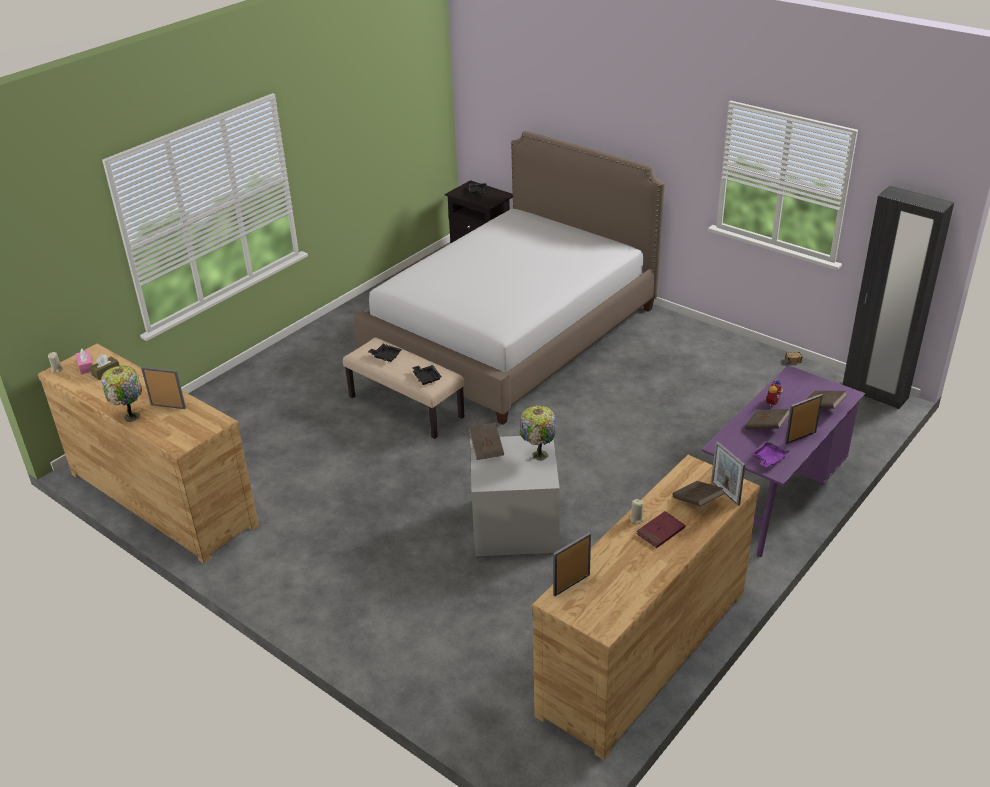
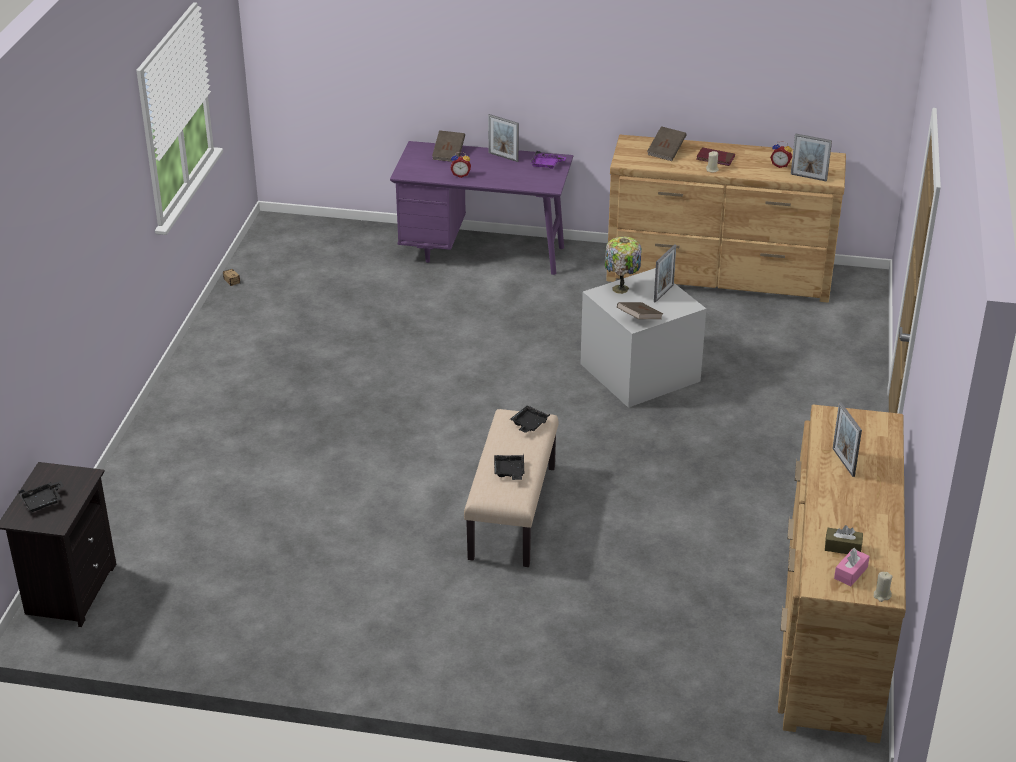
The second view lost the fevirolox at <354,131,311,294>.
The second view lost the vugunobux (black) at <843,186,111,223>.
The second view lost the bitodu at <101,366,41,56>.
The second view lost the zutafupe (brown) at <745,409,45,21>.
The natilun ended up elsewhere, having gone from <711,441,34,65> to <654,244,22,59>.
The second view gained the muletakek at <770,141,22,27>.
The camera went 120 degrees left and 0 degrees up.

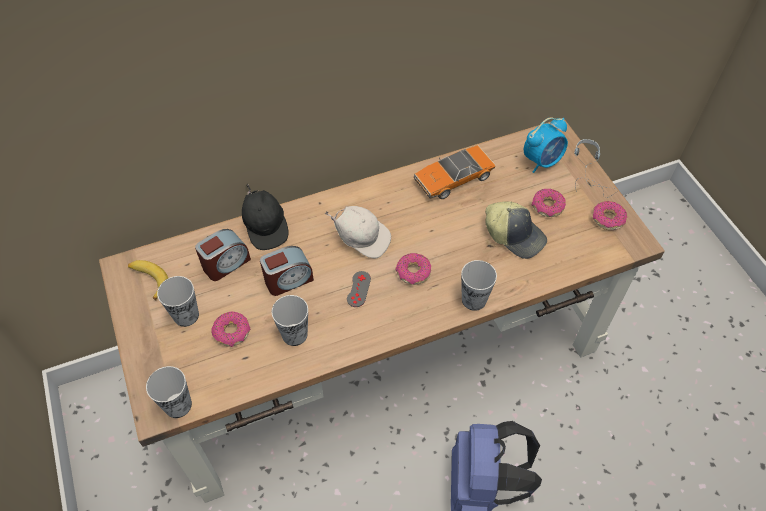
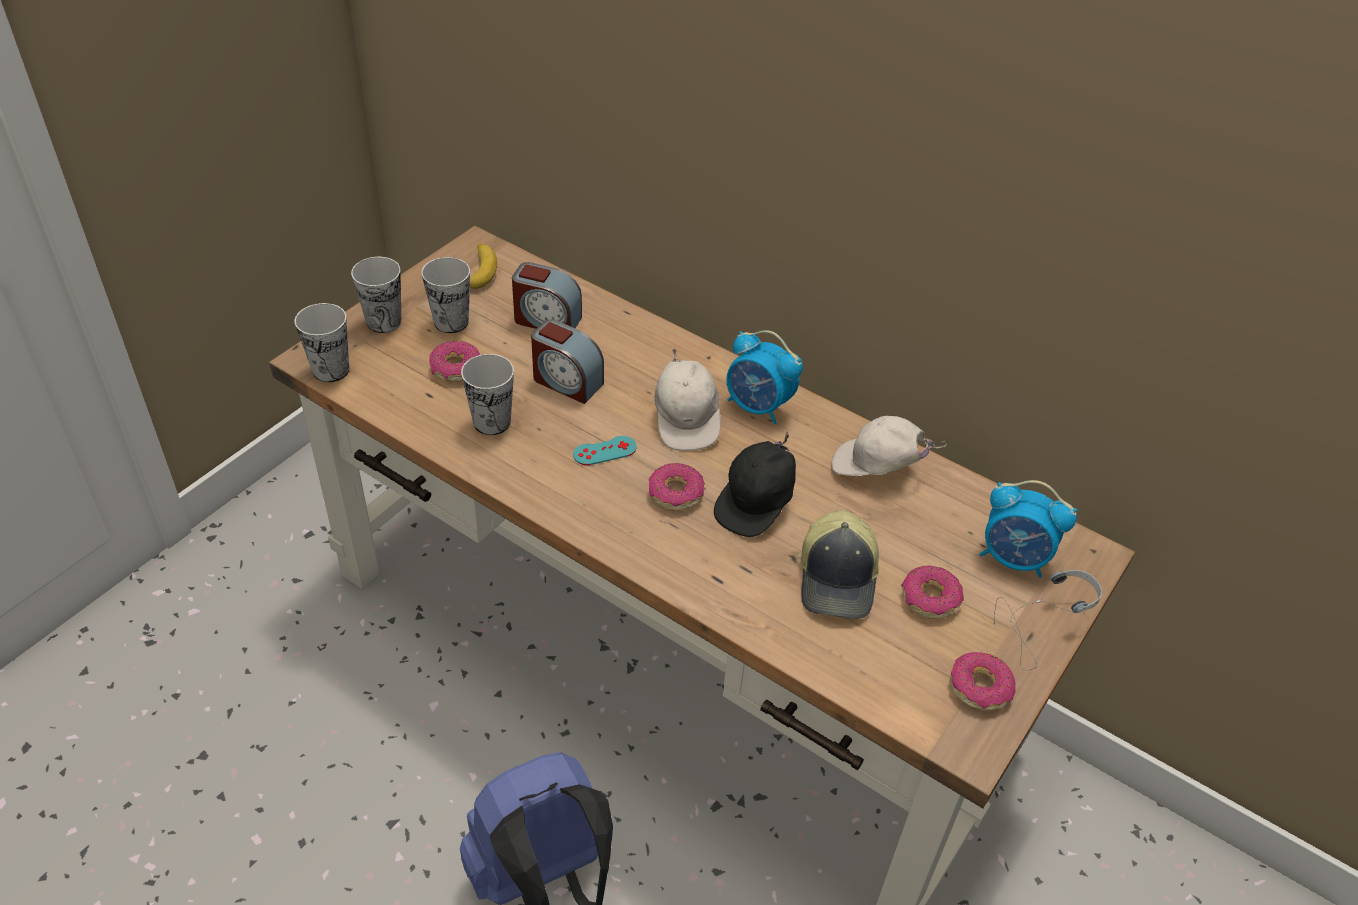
Where the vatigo stood at <414,145,82,54>, the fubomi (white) came to stand at <831,416,116,60>.
The fubomi (black) ended up elsewhere, having gone from <242,184,46,66> to <714,432,82,105>.
The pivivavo ended up elsewhere, having gone from <461,260,36,51> to <351,257,50,76>.
What was the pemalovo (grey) at <347,271,24,36> turned into the pemalovo (turquoise) at <573,436,64,29>.
The second view gained the muletakek at <726,330,77,94>.
The camera went 55 degrees right and 10 degrees down.

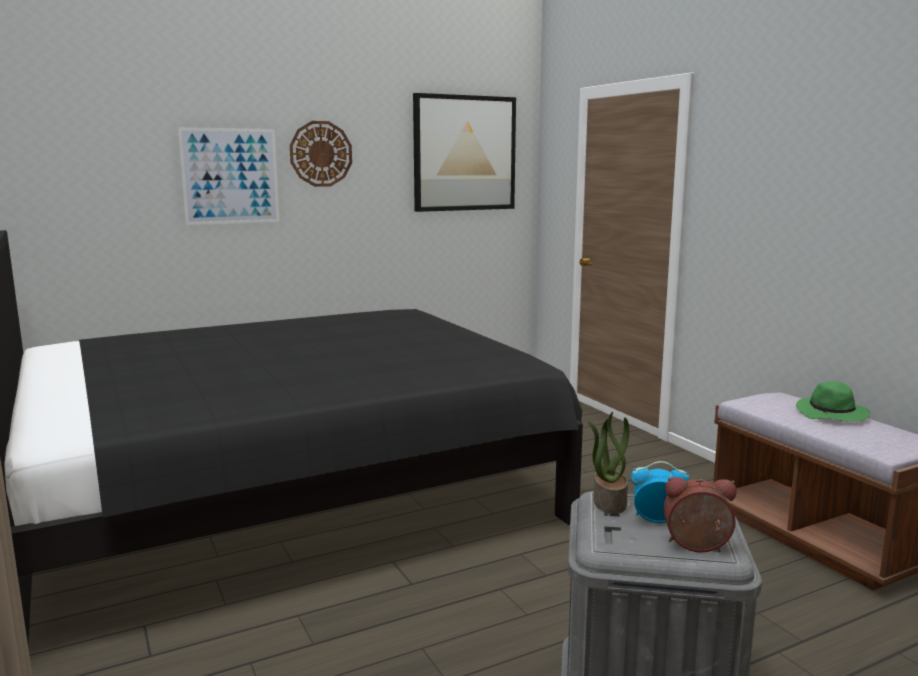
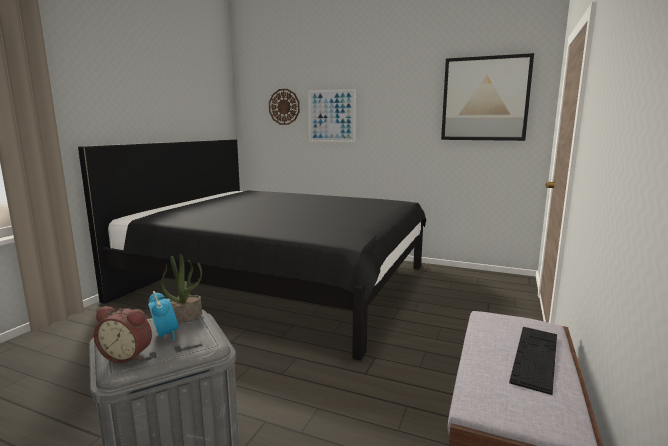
The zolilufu ended up elsewhere, having gone from <290,121,62,66> to <269,89,31,36>.
Where the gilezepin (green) stood at <796,381,74,41>, the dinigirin came to stand at <509,327,48,68>.
The muletakek at <663,477,73,76> ended up facing another way, 135 degrees clockwise from before.
The camera went 50 degrees right and 0 degrees up.

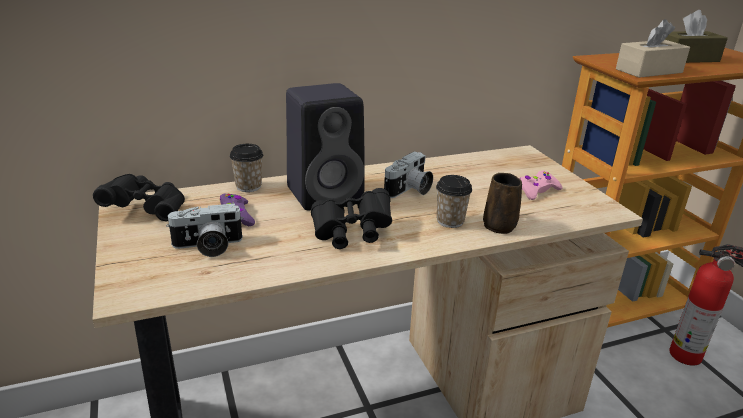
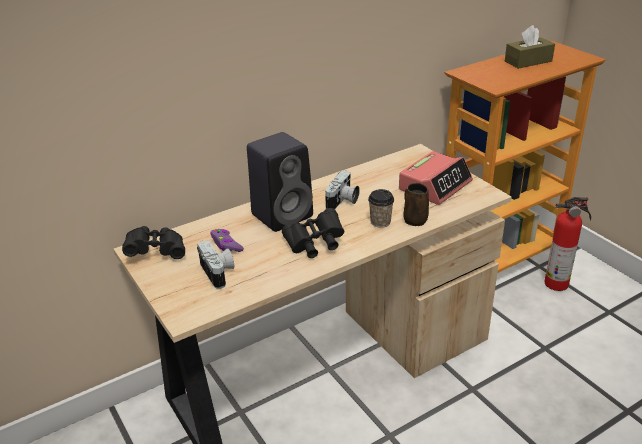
The second view lost the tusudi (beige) at <616,19,74,59>.
The second view lost the pivivavo at <230,144,33,48>.
Where the pemalovo (pink) stood at <519,171,44,29>, the muletakek came to stand at <399,151,74,54>.
The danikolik at <166,203,78,54> ended up facing another way, 90 degrees counterclockwise from before.
The camera went 10 degrees left and 5 degrees up.

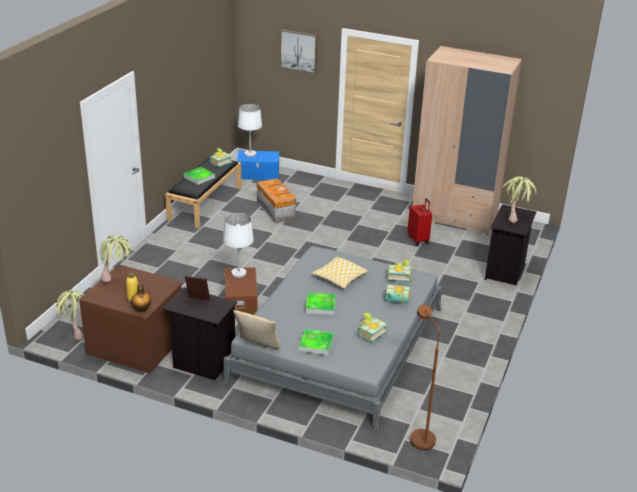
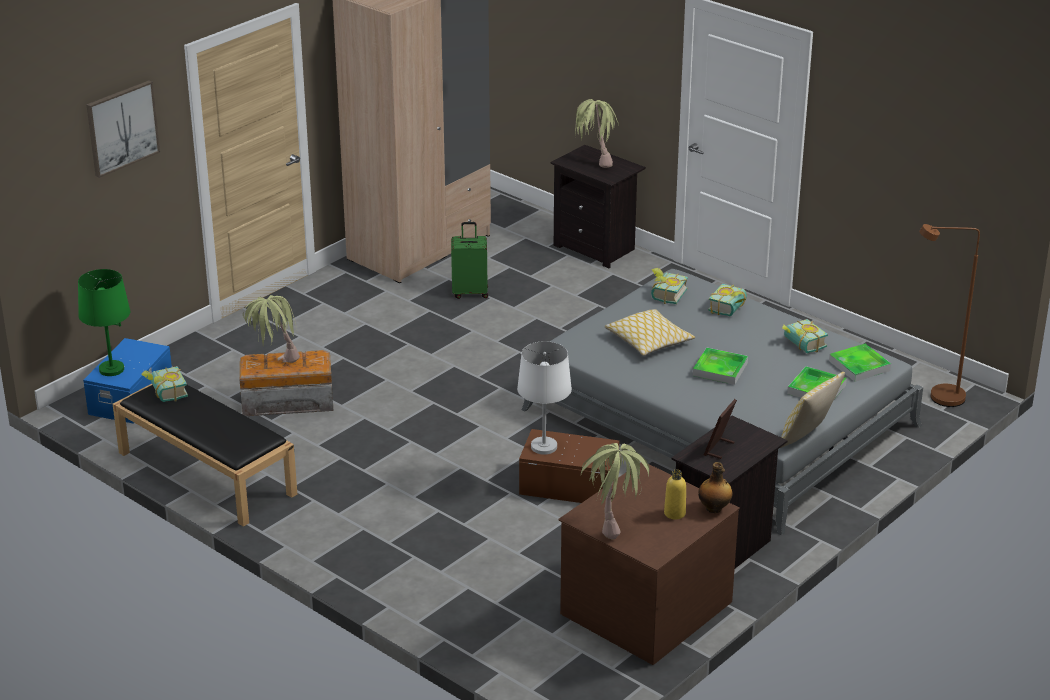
What was the bitodu (white) at <238,104,24,53> turned into the bitodu (green) at <78,269,52,107>.
The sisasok ended up elsewhere, having gone from <183,167,32,18> to <829,344,62,38>.
What was the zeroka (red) at <407,199,25,47> turned into the zeroka (green) at <451,222,37,77>.
The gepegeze ended up elsewhere, having gone from <56,290,28,50> to <243,295,57,68>.
The camera went 70 degrees left and 0 degrees up.

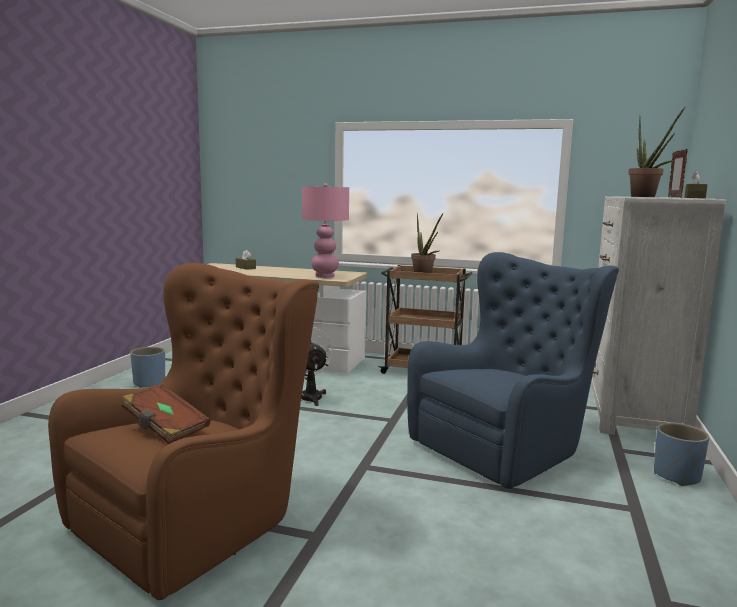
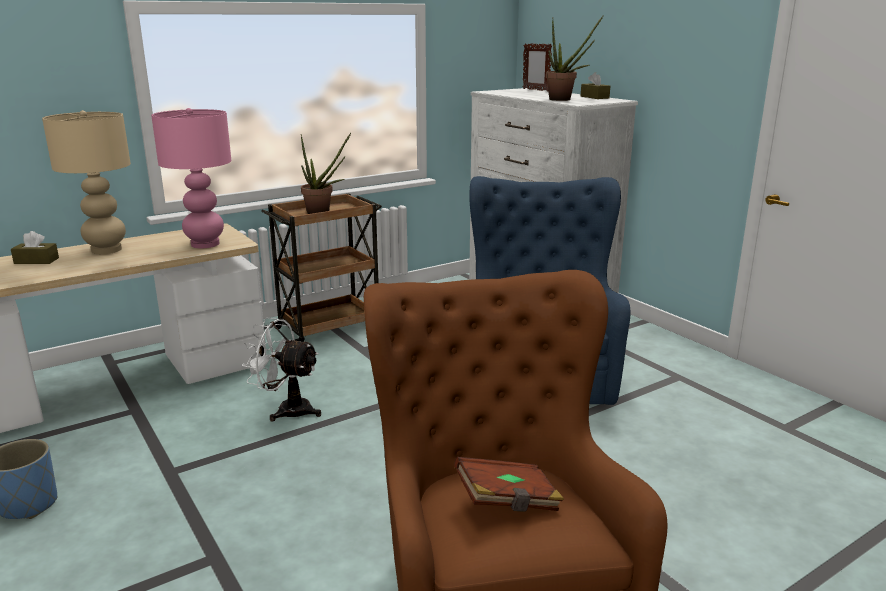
The second view lost the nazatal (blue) at <654,423,55,63>.
The second view gained the bitodu (beige) at <42,110,89,144>.
The camera went 50 degrees left and 10 degrees up.

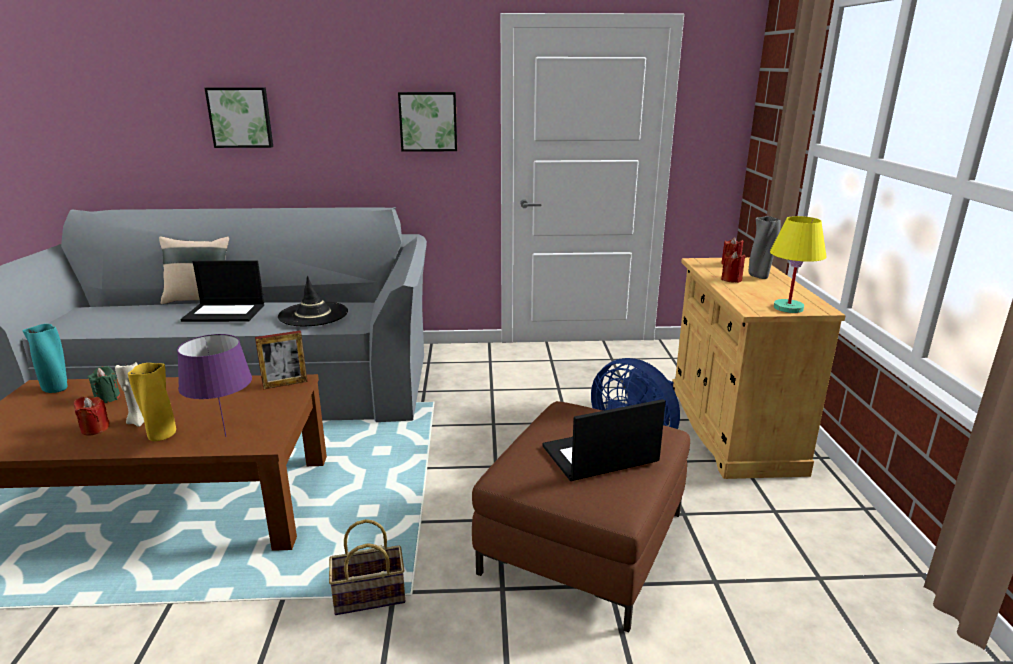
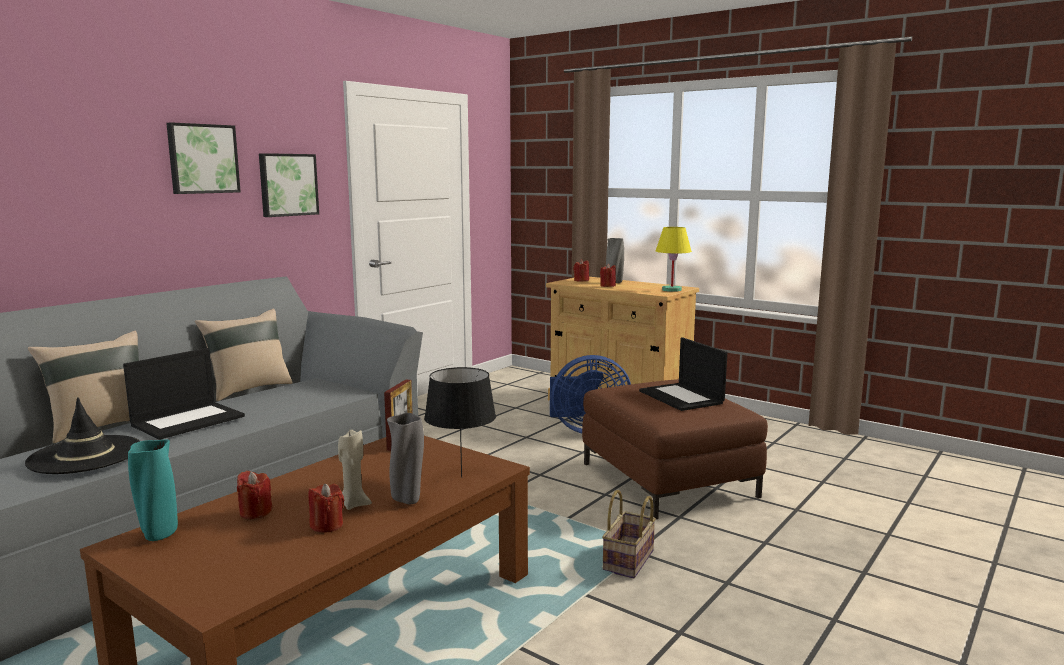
The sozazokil ended up elsewhere, having gone from <205,87,68,61> to <166,122,75,72>.
The gilezepin (black) ended up elsewhere, having gone from <278,276,70,50> to <25,397,115,77>.
What was the bitodu (purple) at <177,334,75,103> turned into the bitodu (black) at <424,367,72,111>.
What was the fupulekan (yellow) at <128,363,48,78> turned into the fupulekan (grey) at <387,413,37,91>.
What was the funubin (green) at <88,366,32,37> turned into the funubin (red) at <237,471,35,48>.
The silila at <542,399,124,82> ended up facing another way, 45 degrees counterclockwise from before.
The second view gained the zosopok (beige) at <195,308,98,93>.
The camera went 50 degrees left and 10 degrees down.

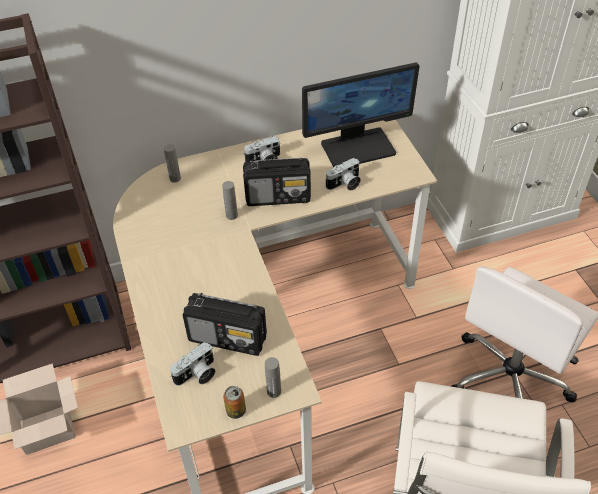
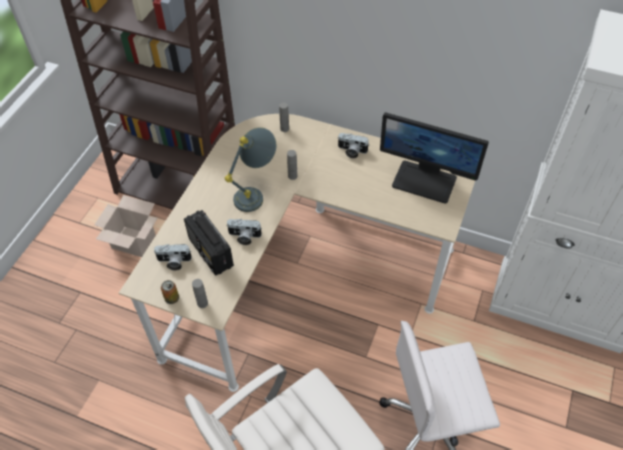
The second view lost the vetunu at <243,157,68,49>.
The danikolik ended up elsewhere, having gone from <326,158,35,32> to <226,219,36,26>.
The second view gained the bitodu (grey) at <224,127,52,85>.
The camera went 40 degrees right and 5 degrees up.

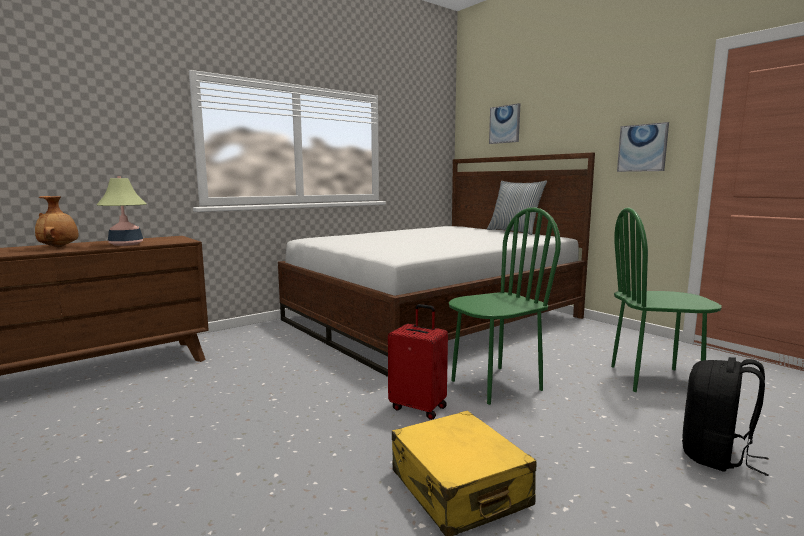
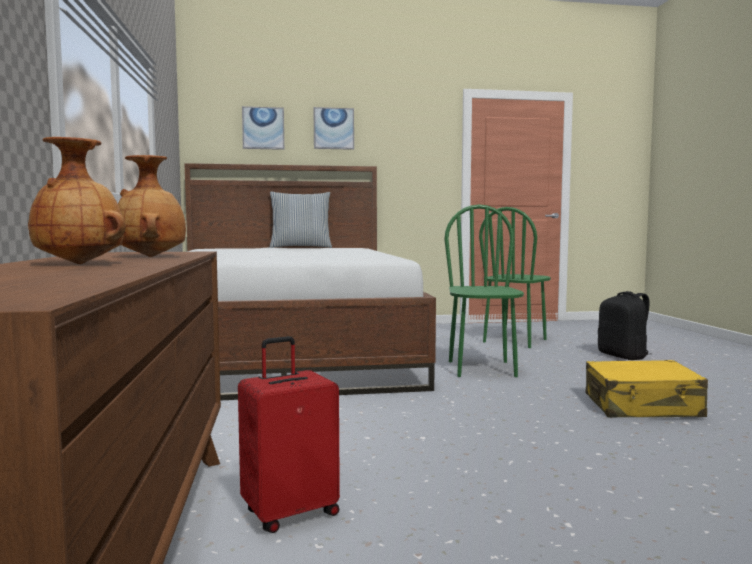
The sozazokil ended up elsewhere, having gone from <617,122,52,50> to <314,107,40,43>.
Where the bitodu stood at <97,176,50,70>, the fupulekan (brown) came to stand at <118,155,68,102>.
The zeroka (red) ended up elsewhere, having gone from <388,304,60,116> to <238,336,102,197>.
The camera went 60 degrees left and 5 degrees down.

